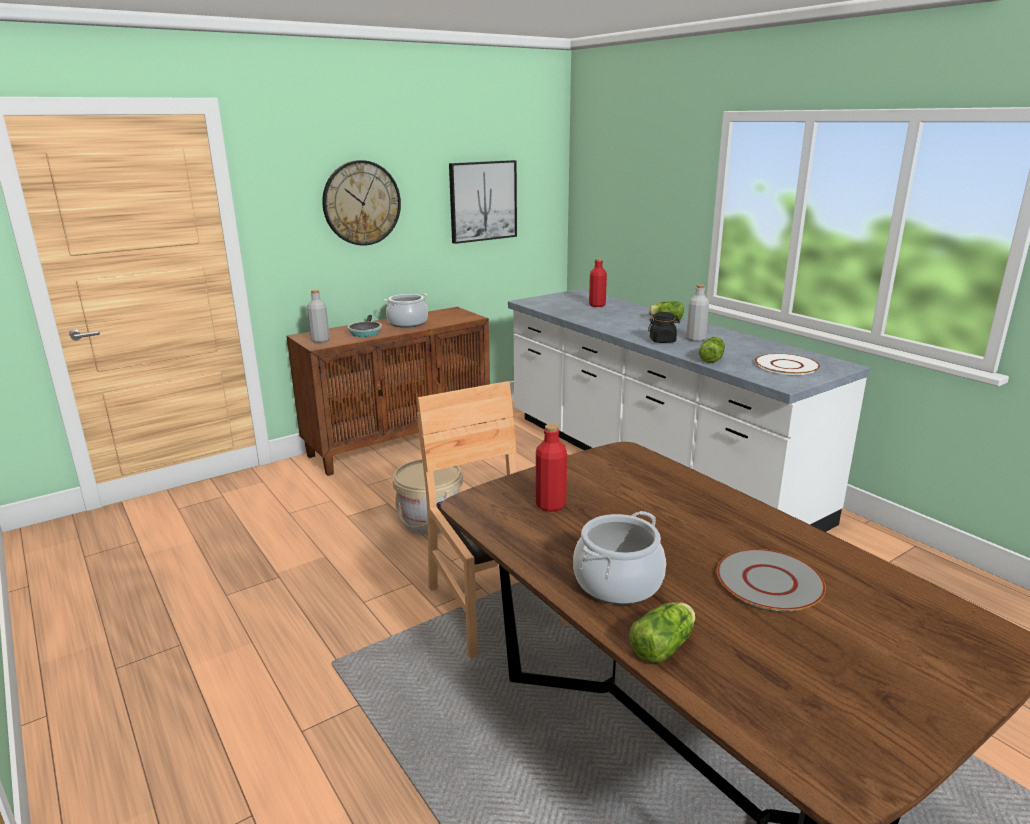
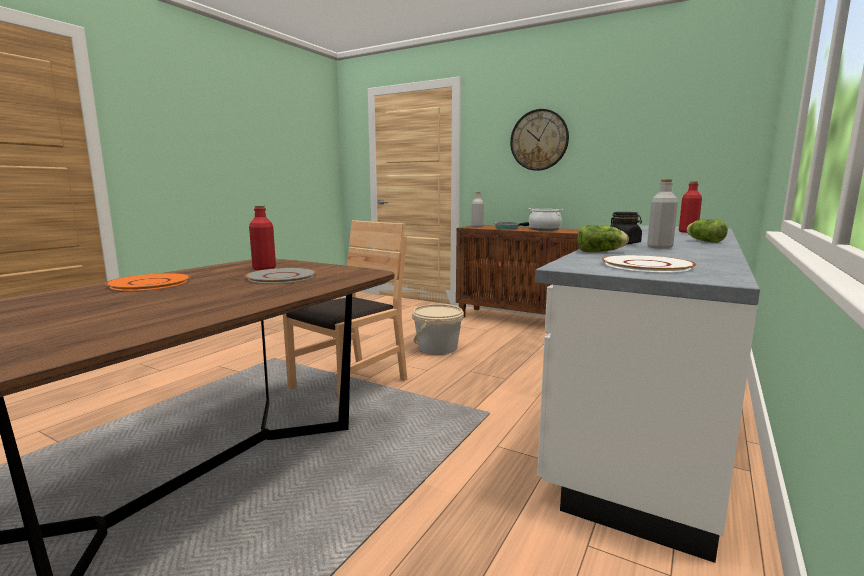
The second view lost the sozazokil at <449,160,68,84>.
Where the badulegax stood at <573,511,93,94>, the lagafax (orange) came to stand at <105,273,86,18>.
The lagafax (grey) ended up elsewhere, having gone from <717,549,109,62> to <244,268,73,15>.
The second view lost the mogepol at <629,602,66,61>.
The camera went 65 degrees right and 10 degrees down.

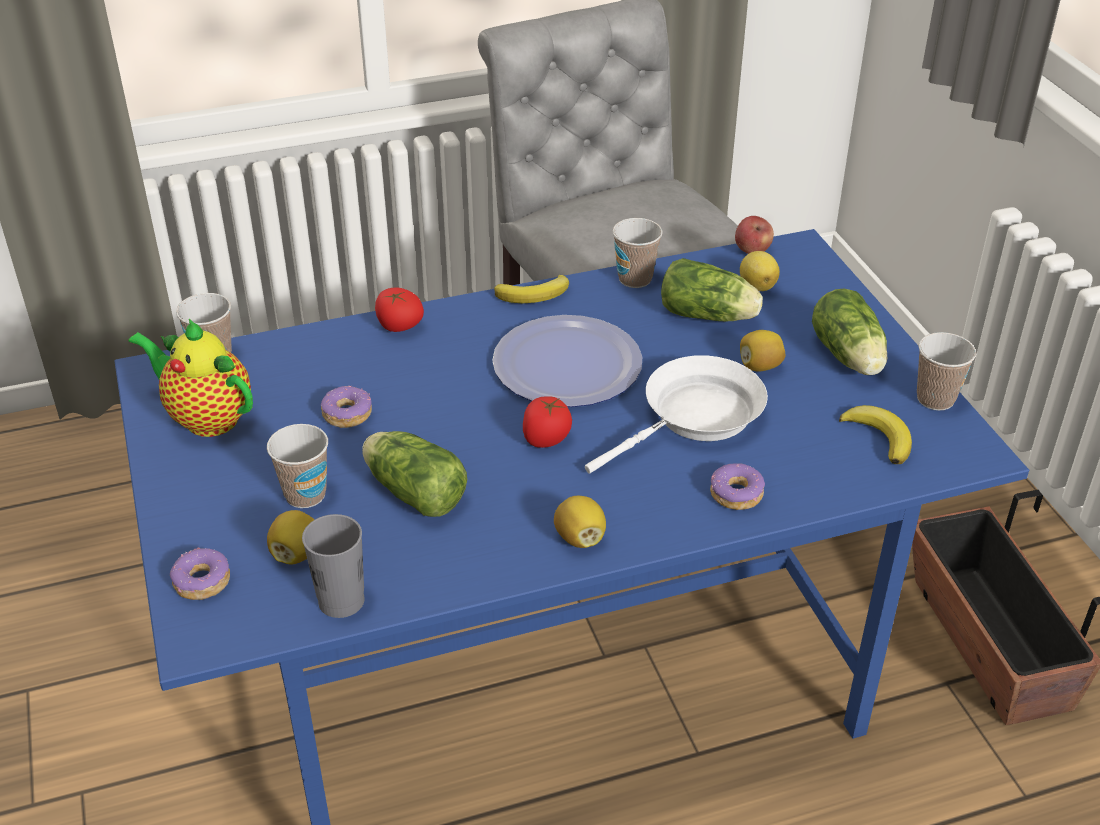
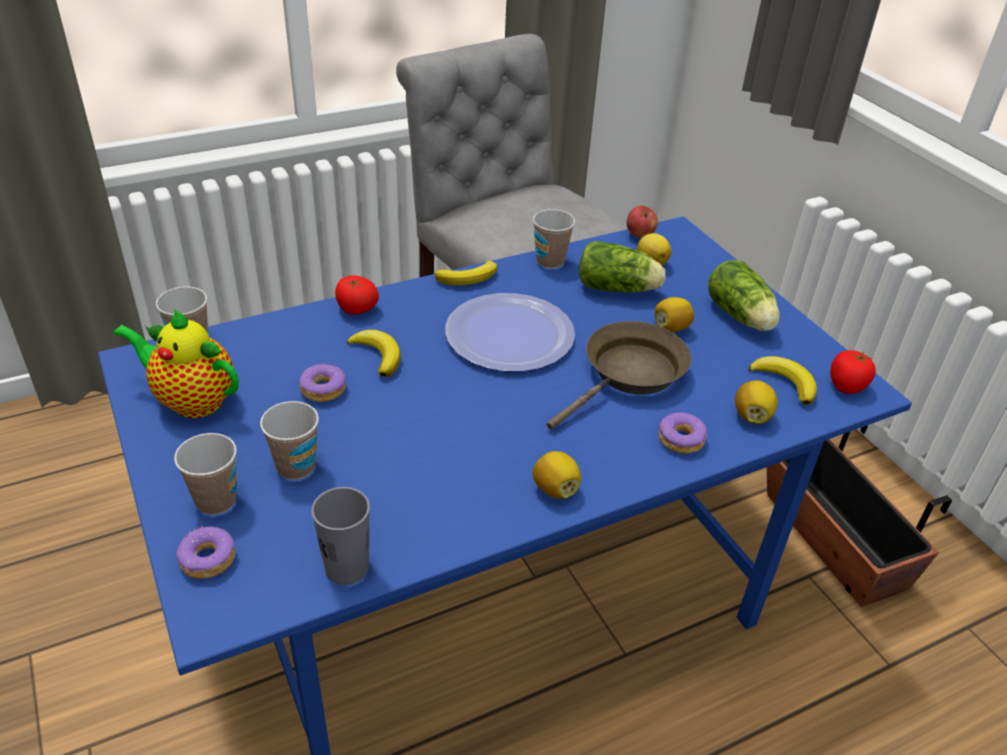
The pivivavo ended up elsewhere, having gone from <917,332,59,79> to <174,433,63,82>.
What was the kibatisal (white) at <585,355,183,119> turned into the kibatisal (brown) at <547,321,145,109>.
The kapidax ended up elsewhere, having gone from <523,396,49,52> to <830,350,46,44>.
The second view lost the mogepol at <362,431,105,86>.
The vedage ended up elsewhere, having gone from <267,510,48,54> to <735,380,43,44>.
The second view gained the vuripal at <347,330,54,47>.
The camera went 10 degrees left and 0 degrees up.

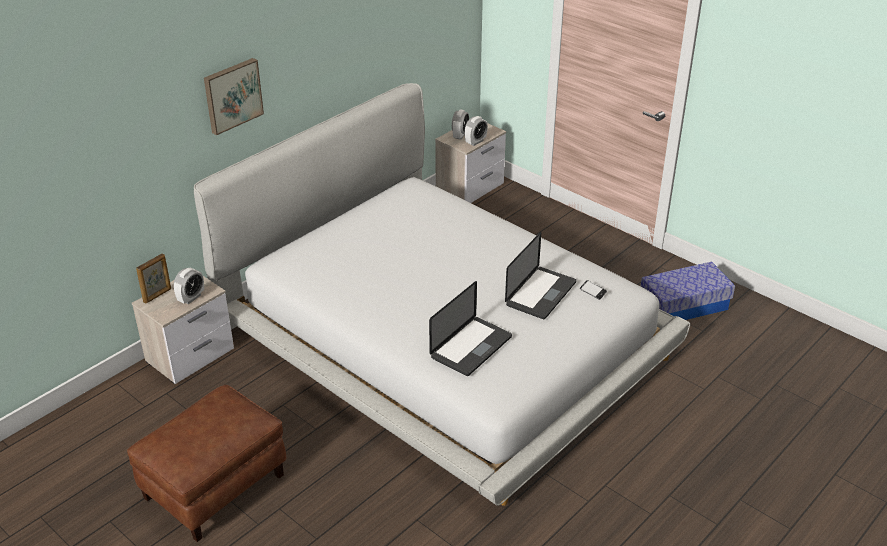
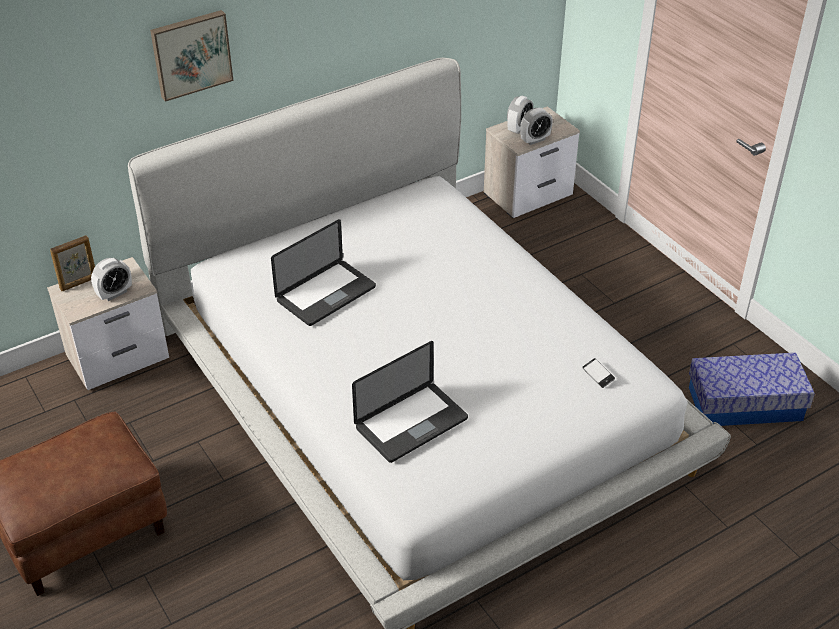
The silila ended up elsewhere, having gone from <505,232,71,87> to <271,219,105,107>.
The camera went 15 degrees right and 5 degrees up.

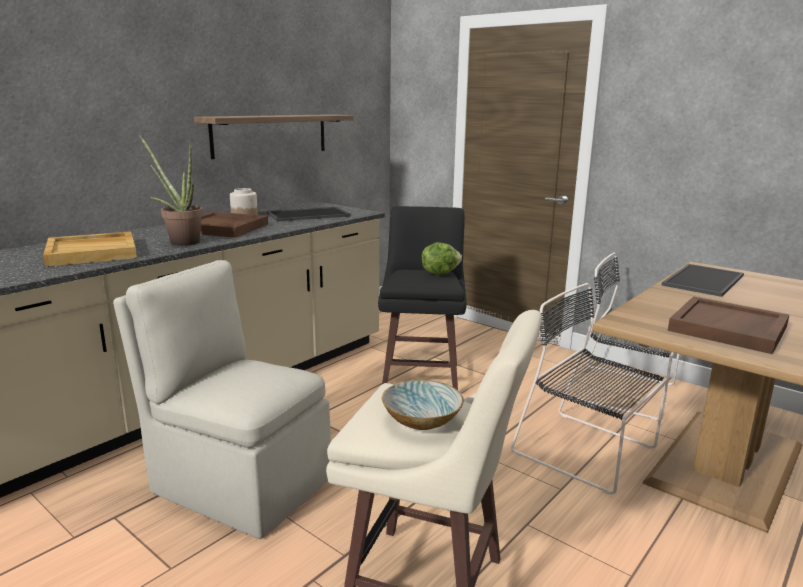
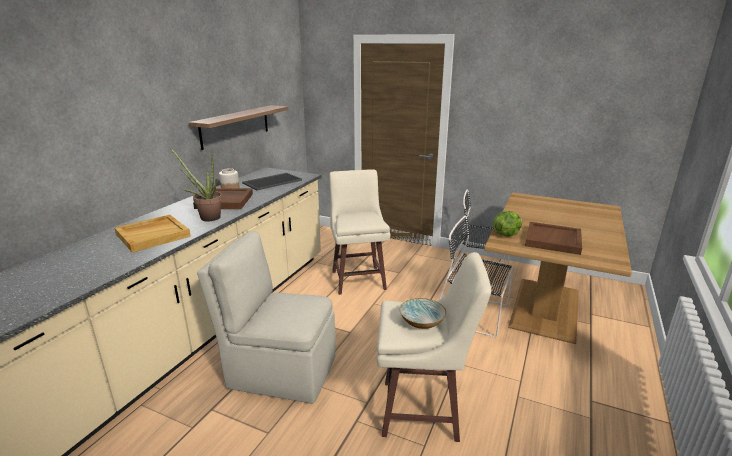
What was the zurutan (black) at <378,206,89,184> turned into the zurutan (beige) at <329,169,61,126>.
The mogepol ended up elsewhere, having gone from <421,242,41,33> to <493,211,29,26>.
The second view lost the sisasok at <662,264,82,33>.
The camera went 15 degrees left and 5 degrees up.

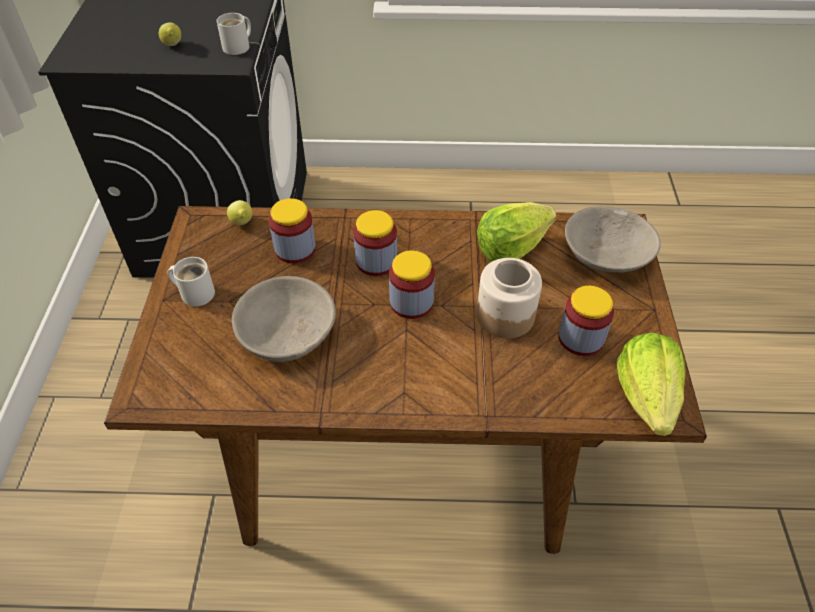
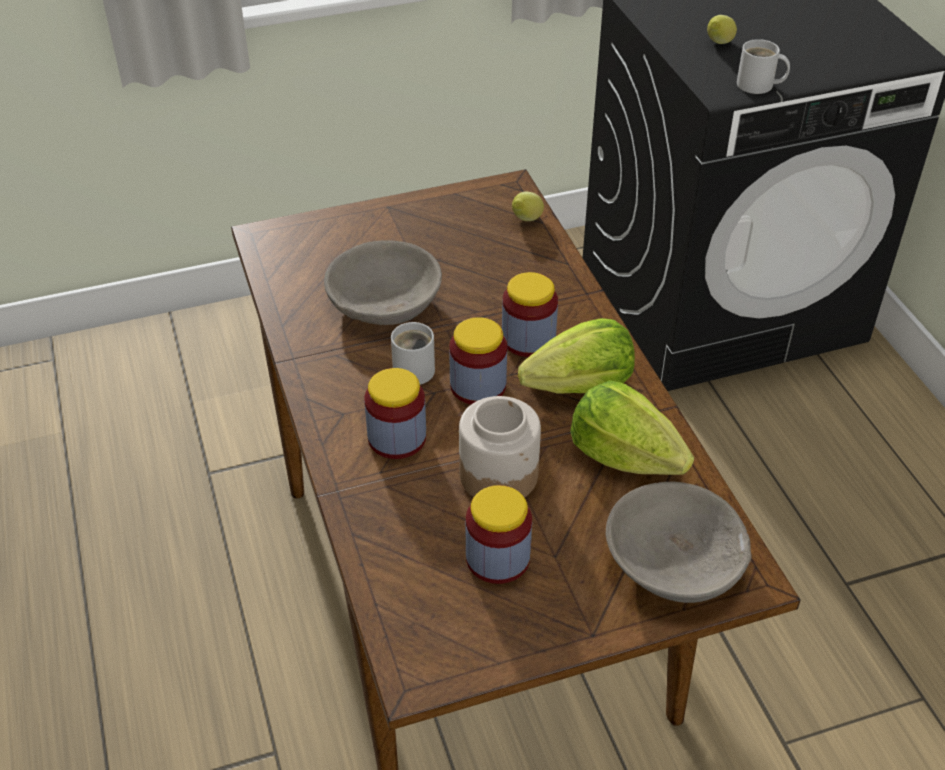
The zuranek ended up elsewhere, having gone from <269,198,47,65> to <364,368,62,91>.
The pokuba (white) ended up elsewhere, having gone from <168,257,47,49> to <391,322,44,63>.
The mogepol ended up elsewhere, having gone from <617,333,68,103> to <518,318,117,76>.
The camera went 70 degrees right and 5 degrees down.

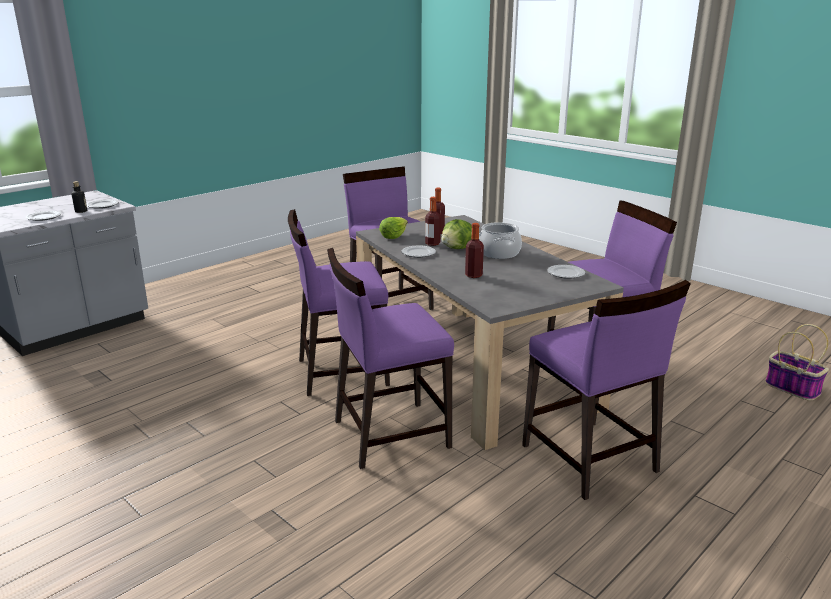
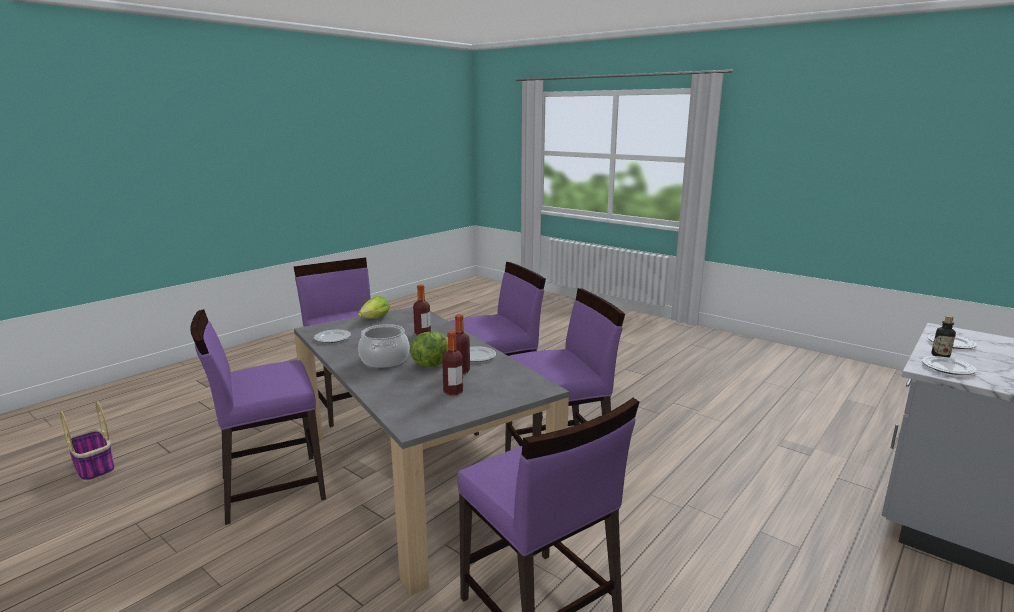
The mogepol ended up elsewhere, having gone from <379,217,29,22> to <358,296,32,23>.
The camera went 175 degrees right and 5 degrees down.

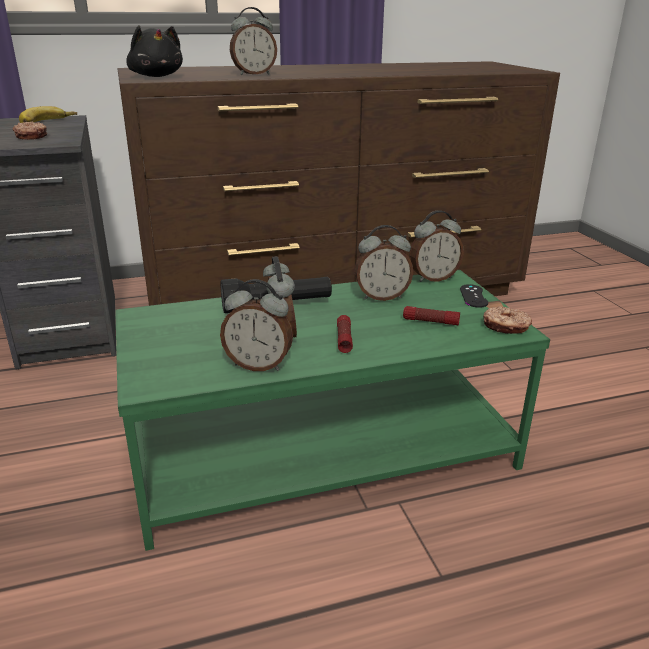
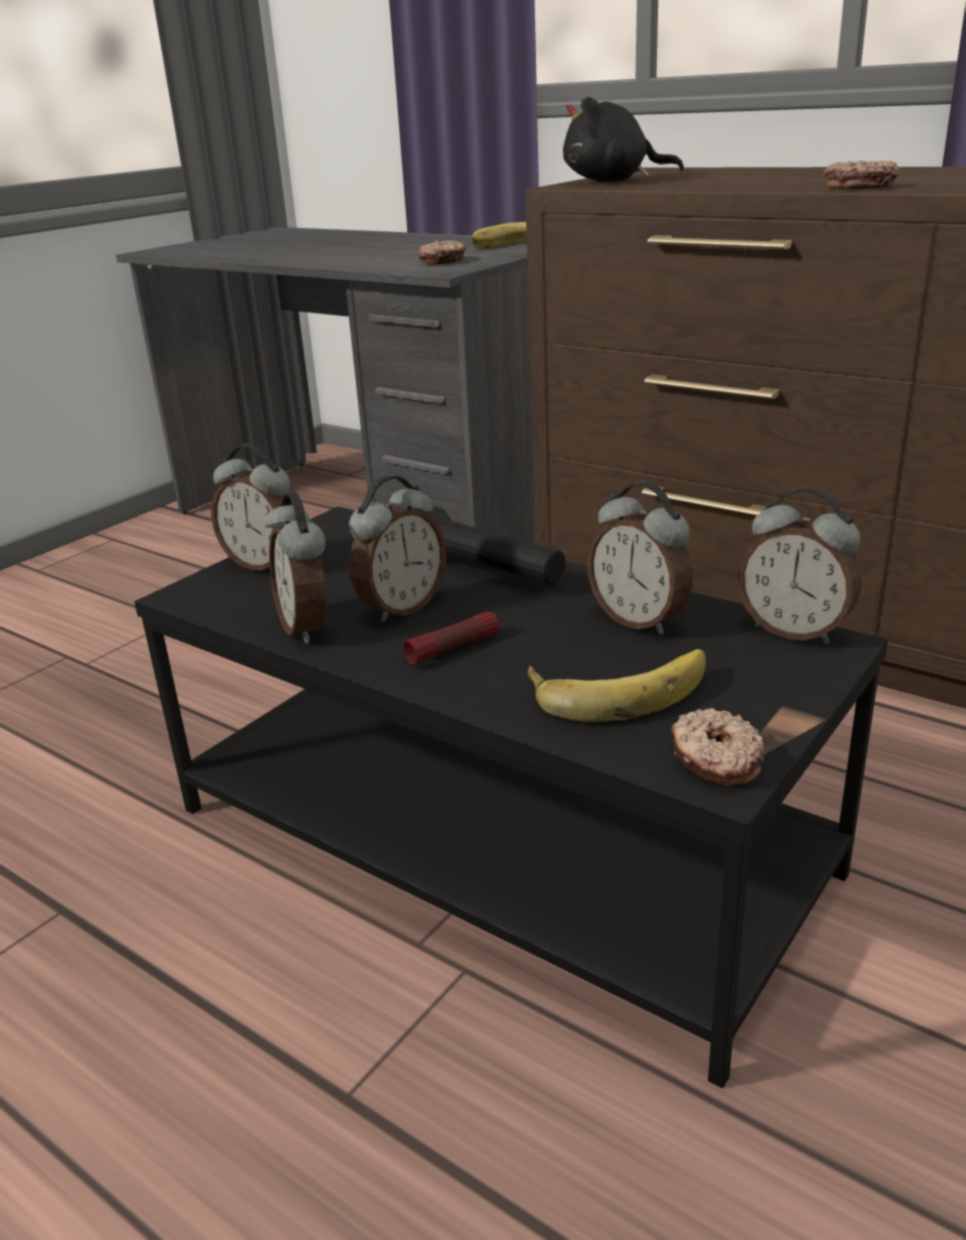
The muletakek ended up elsewhere, having gone from <230,7,47,68> to <211,444,82,127>.
The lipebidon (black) at <126,25,57,52> ended up facing another way, 75 degrees clockwise from before.
What was the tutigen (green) at <115,270,435,281> turned into the tutigen (black) at <134,507,754,581>.
The second view lost the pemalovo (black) at <460,284,28,24>.
Where the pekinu stood at <403,306,57,19>, the vuripal came to stand at <528,649,178,73>.
The second view gained the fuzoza at <824,160,75,29>.
The camera went 55 degrees right and 0 degrees up.

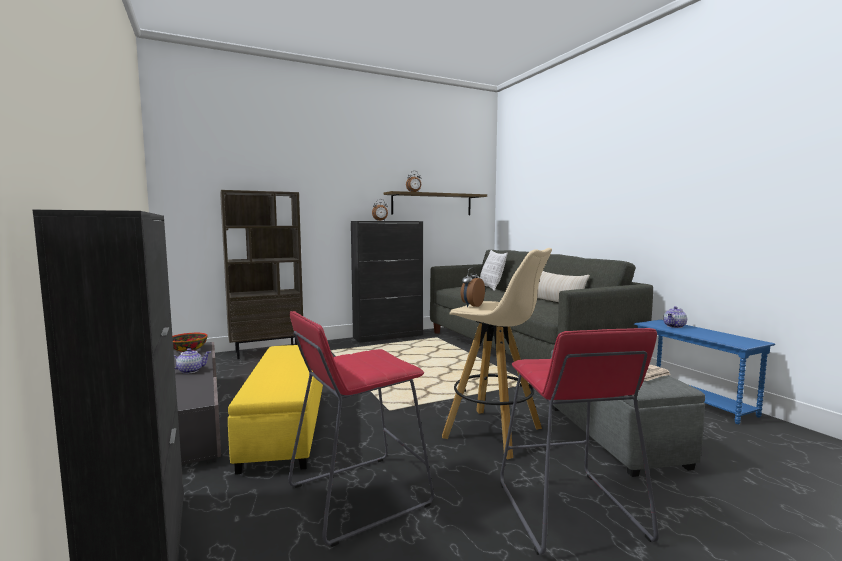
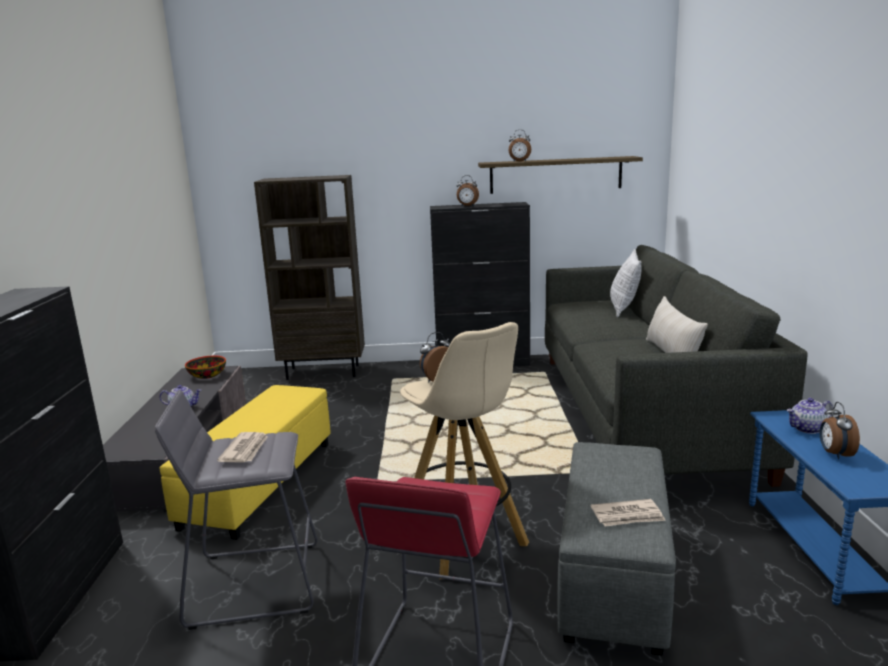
What was the zurutan (red) at <288,311,146,236> turned into the zurutan (grey) at <155,390,162,240>.
The second view gained the muletakek at <819,402,41,57>.
The second view gained the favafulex at <217,432,51,31>.
The camera went 25 degrees right and 10 degrees up.

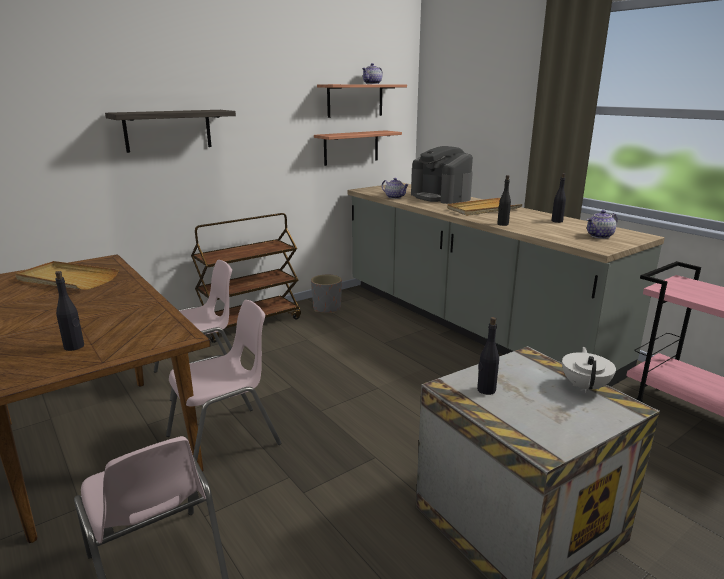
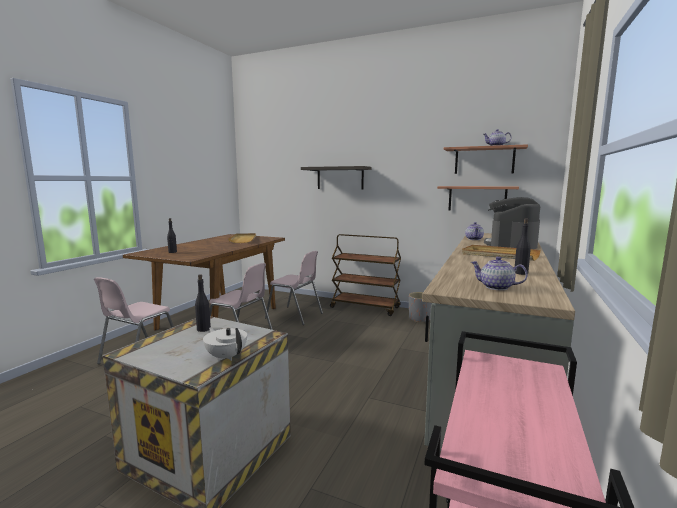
The second view lost the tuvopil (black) at <497,175,14,51>.
The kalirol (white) at <562,347,54,46> ended up facing another way, 120 degrees counterclockwise from before.
The camera went 60 degrees right and 10 degrees down.

